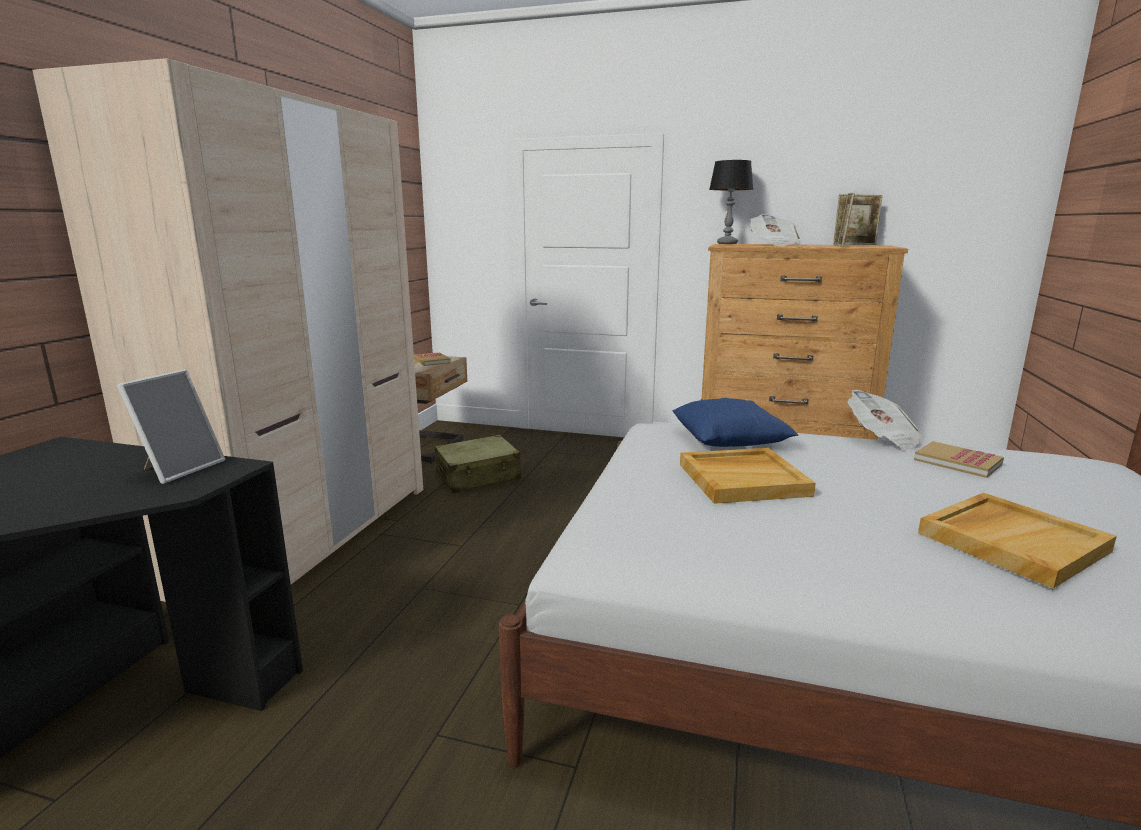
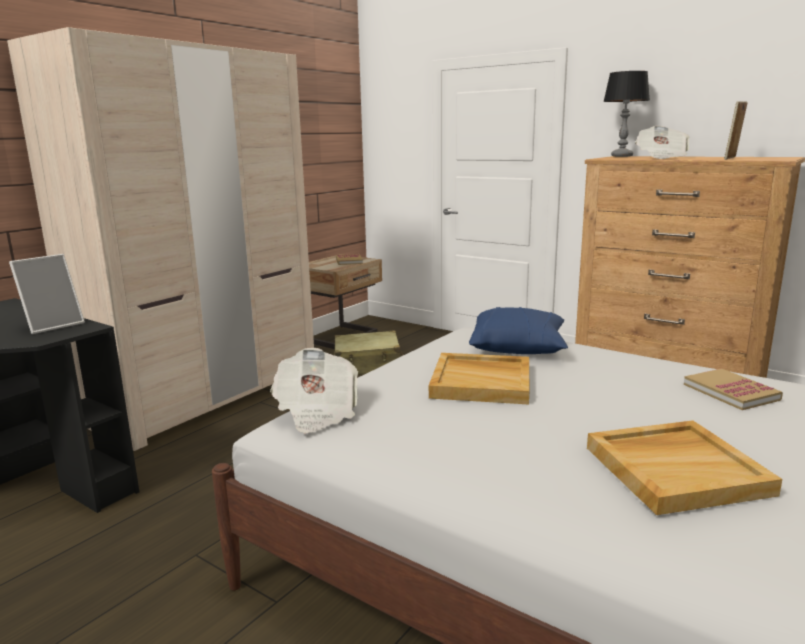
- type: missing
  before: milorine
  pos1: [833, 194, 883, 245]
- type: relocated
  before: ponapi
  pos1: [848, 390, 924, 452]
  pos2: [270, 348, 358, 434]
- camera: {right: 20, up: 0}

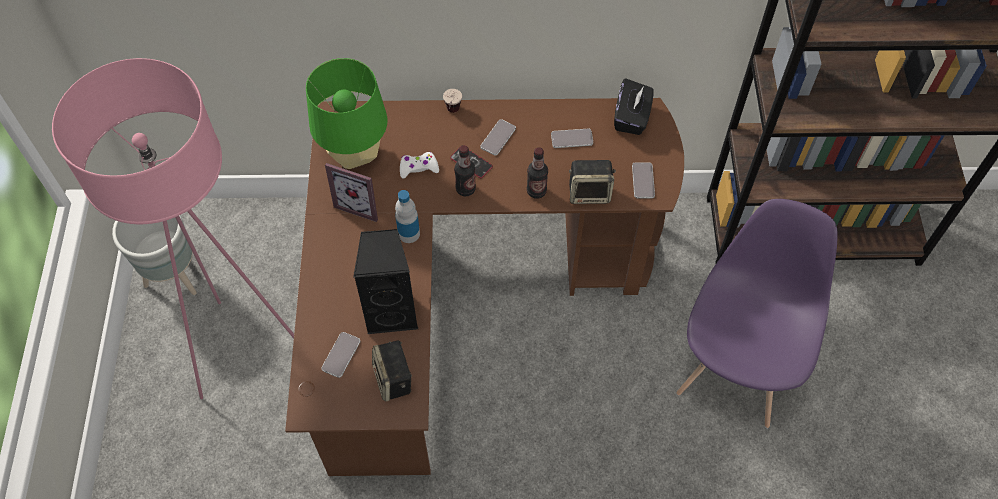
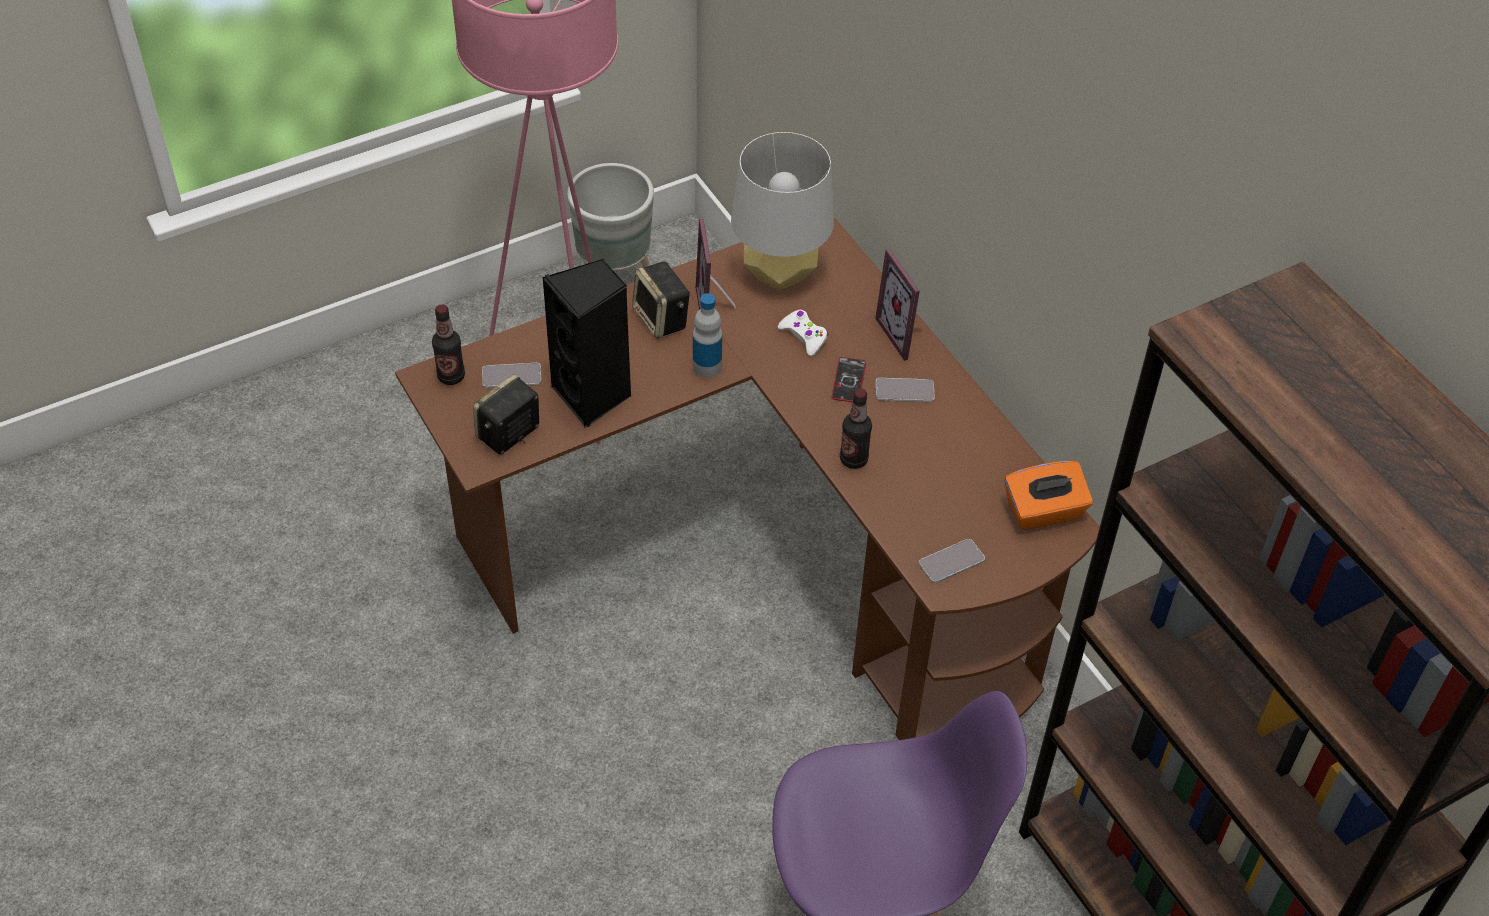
- type: colour
  before: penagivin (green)
  after: penagivin (grey)
  pos1: [306, 58, 388, 169]
  pos2: [731, 132, 834, 291]
- type: colour
  before: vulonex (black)
  after: vulonex (orange)
  pos1: [614, 78, 654, 135]
  pos2: [1004, 461, 1093, 530]
- type: exchanged
  before: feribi
  after: milorine
  pos1: [443, 89, 462, 113]
  pos2: [875, 249, 921, 361]
- type: missing
  before: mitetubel
  pos1: [551, 129, 593, 148]
- type: relocated
  before: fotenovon
  pos1: [454, 145, 476, 196]
  pos2: [432, 305, 465, 385]
- type: relocated
  before: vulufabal
  pos1: [569, 160, 616, 204]
  pos2: [632, 261, 690, 339]
- camera: {right: 60, up: -10}

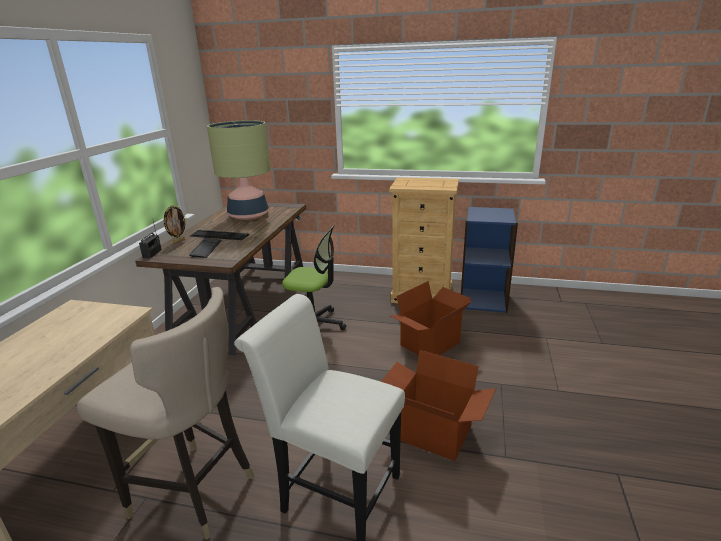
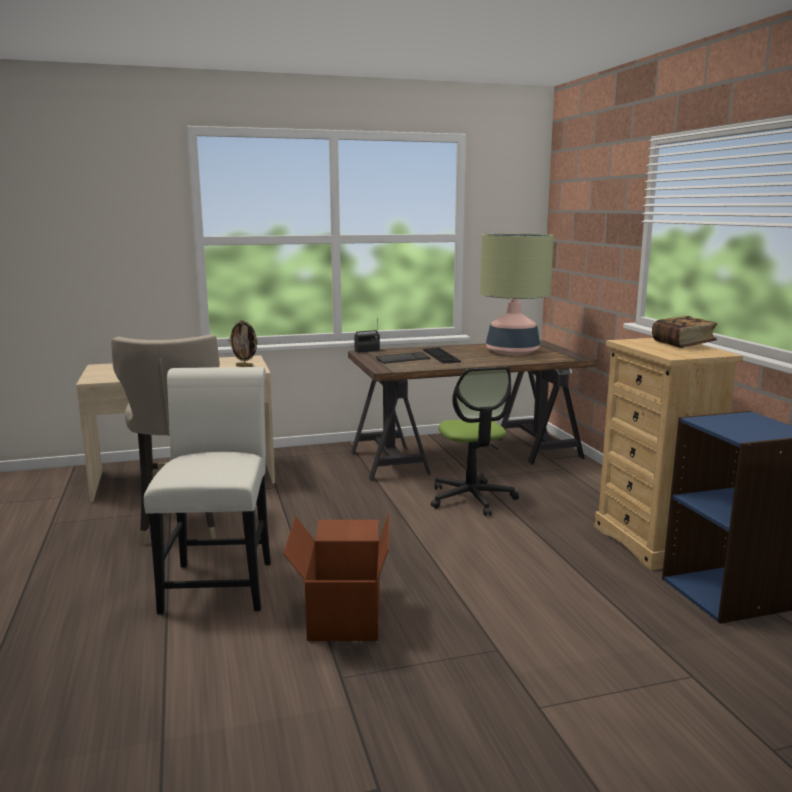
- type: relocated
  before: milorine
  pos1: [163, 205, 187, 244]
  pos2: [228, 320, 258, 367]
- type: missing
  before: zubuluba
  pos1: [390, 281, 472, 355]
- type: appeared
  after: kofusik
  pos2: [652, 316, 717, 348]
- camera: {right: 60, up: -10}

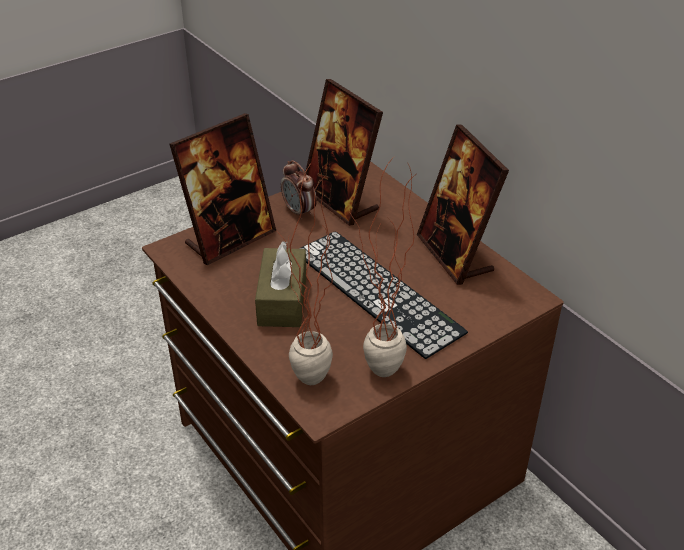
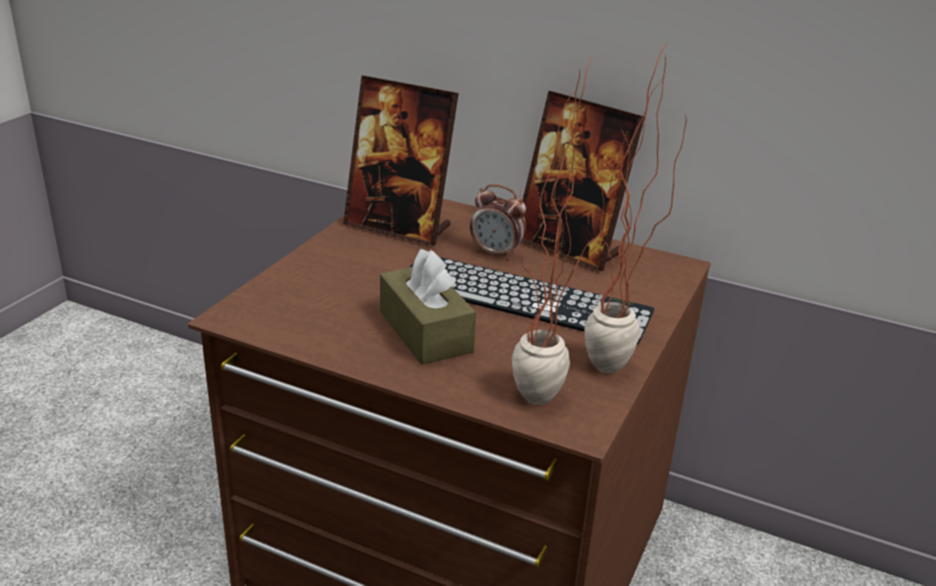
- type: missing
  before: milorine
  pos1: [169, 113, 276, 265]
- type: relocated
  before: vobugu
  pos1: [281, 160, 317, 220]
  pos2: [470, 184, 526, 260]
- camera: {right: -30, up: -10}

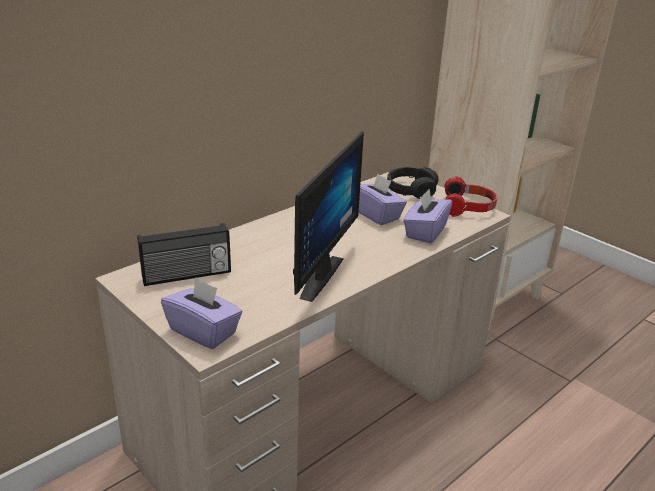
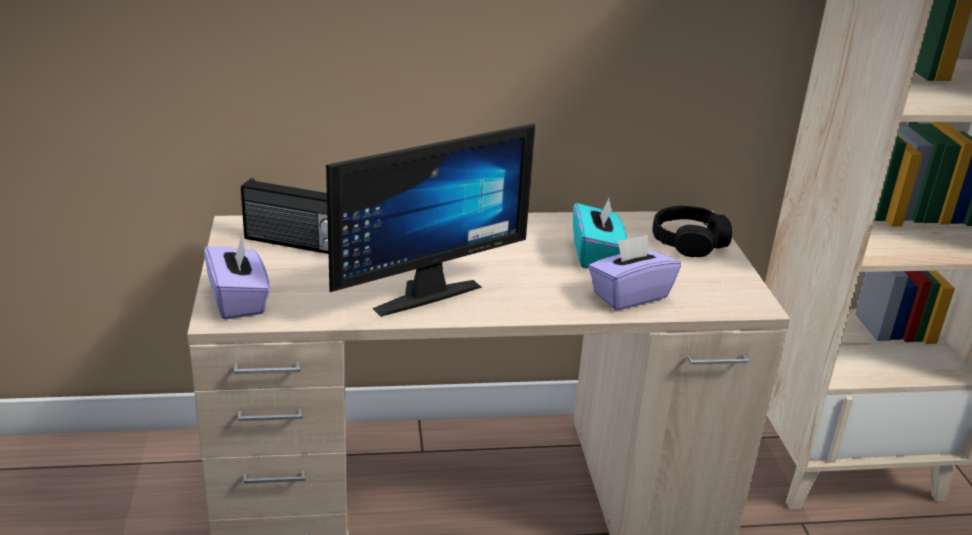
- type: colour
  before: vulonex (purple)
  after: vulonex (turquoise)
  pos1: [359, 173, 407, 225]
  pos2: [573, 197, 627, 268]
- type: missing
  before: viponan
  pos1: [444, 176, 498, 217]
- camera: {right: 35, up: 0}

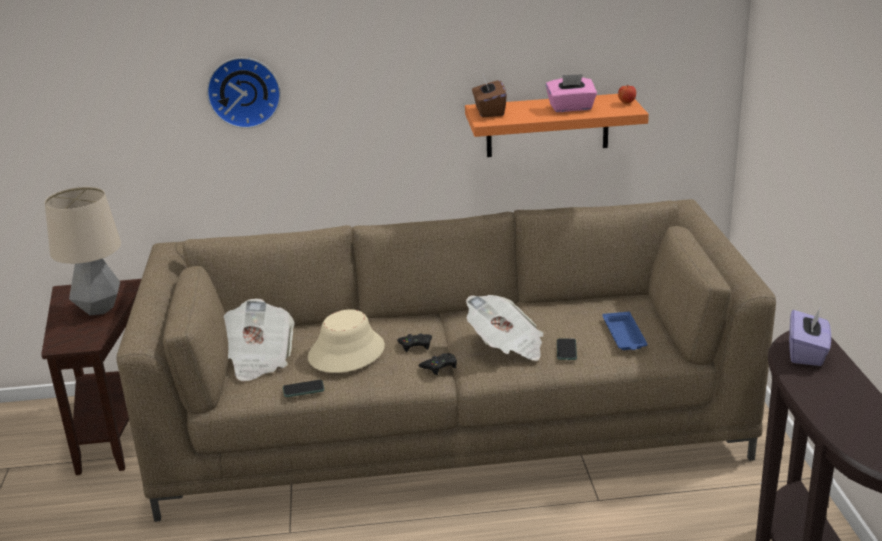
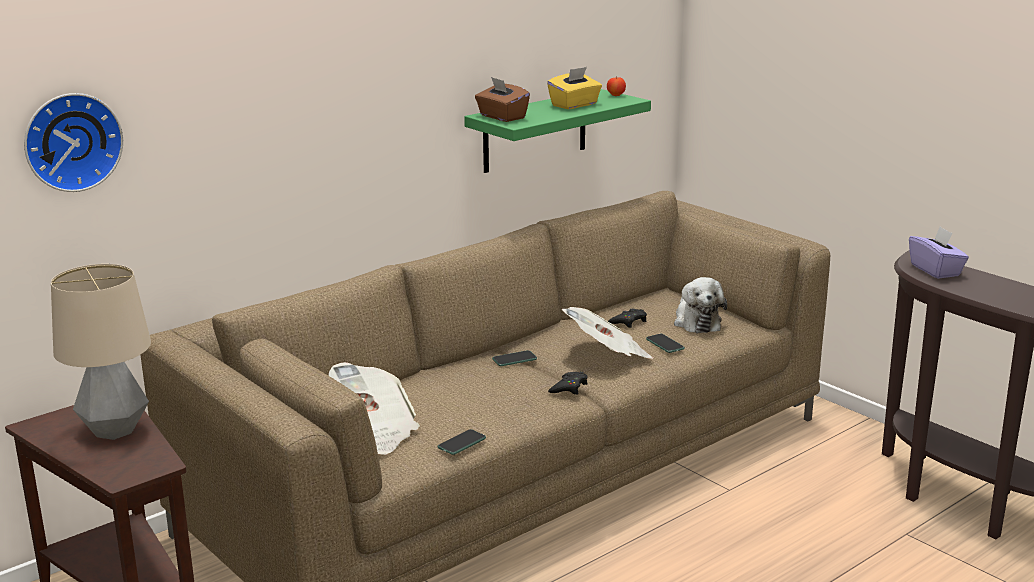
- type: relocated
  before: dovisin
  pos1: [207, 57, 281, 129]
  pos2: [24, 93, 123, 192]
- type: colour
  before: vulonex (pink)
  after: vulonex (yellow)
  pos1: [546, 74, 597, 112]
  pos2: [547, 67, 602, 109]
- type: colour
  before: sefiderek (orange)
  after: sefiderek (green)
  pos1: [465, 94, 649, 157]
  pos2: [464, 89, 651, 173]
- type: missing
  before: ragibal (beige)
  pos1: [308, 309, 385, 373]
- type: exchanged
  before: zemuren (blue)
  after: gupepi
  pos1: [603, 312, 648, 350]
  pos2: [674, 277, 727, 333]
- type: relocated
  before: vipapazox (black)
  pos1: [397, 334, 432, 352]
  pos2: [608, 309, 647, 328]
- type: appeared
  after: mitetubel
  pos2: [492, 350, 537, 366]
- camera: {right: -35, up: -5}

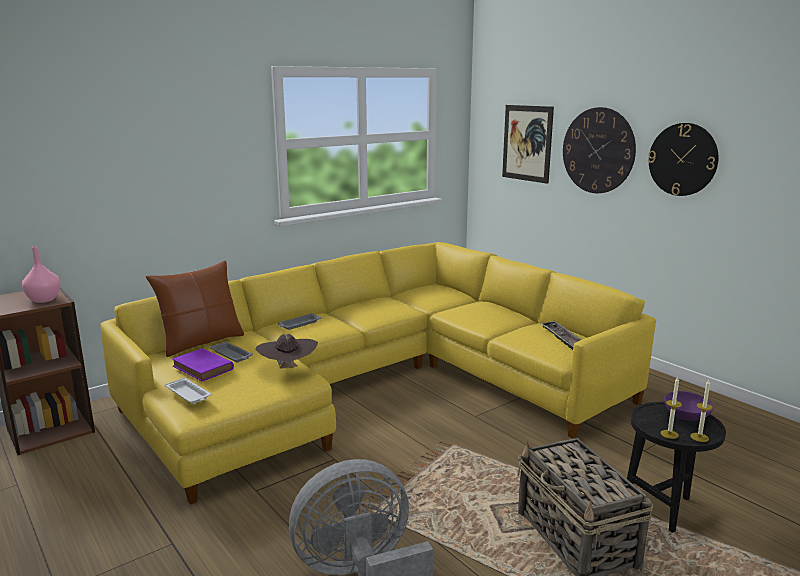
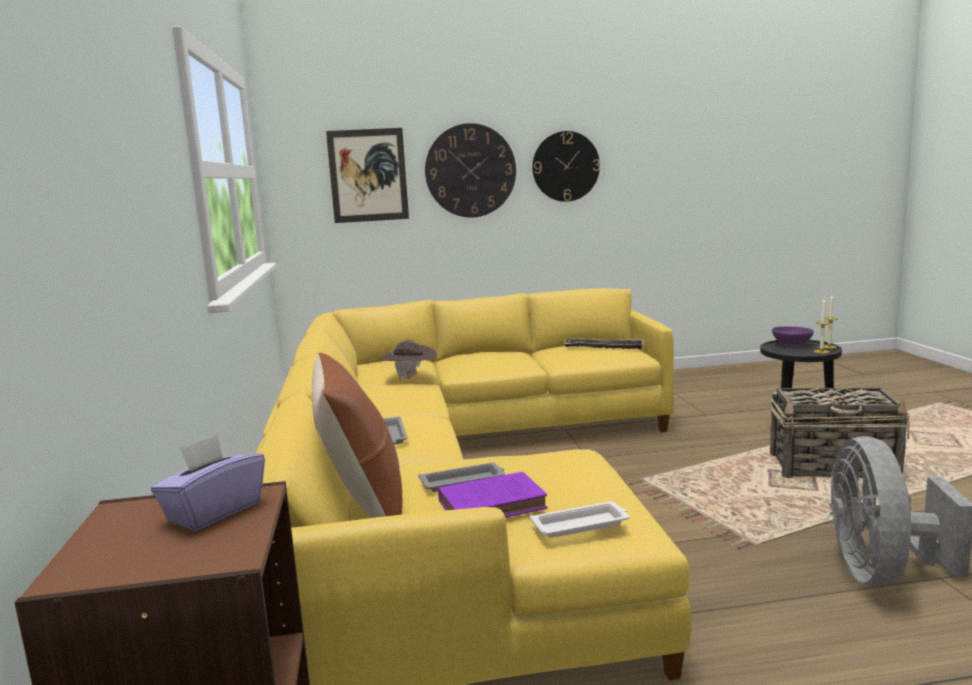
- type: exchanged
  before: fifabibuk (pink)
  after: vulonex (purple)
  pos1: [22, 246, 61, 303]
  pos2: [151, 434, 265, 531]
- type: relocated
  before: ragibal (brown)
  pos1: [255, 334, 318, 369]
  pos2: [379, 340, 437, 380]
- camera: {right: -60, up: -5}

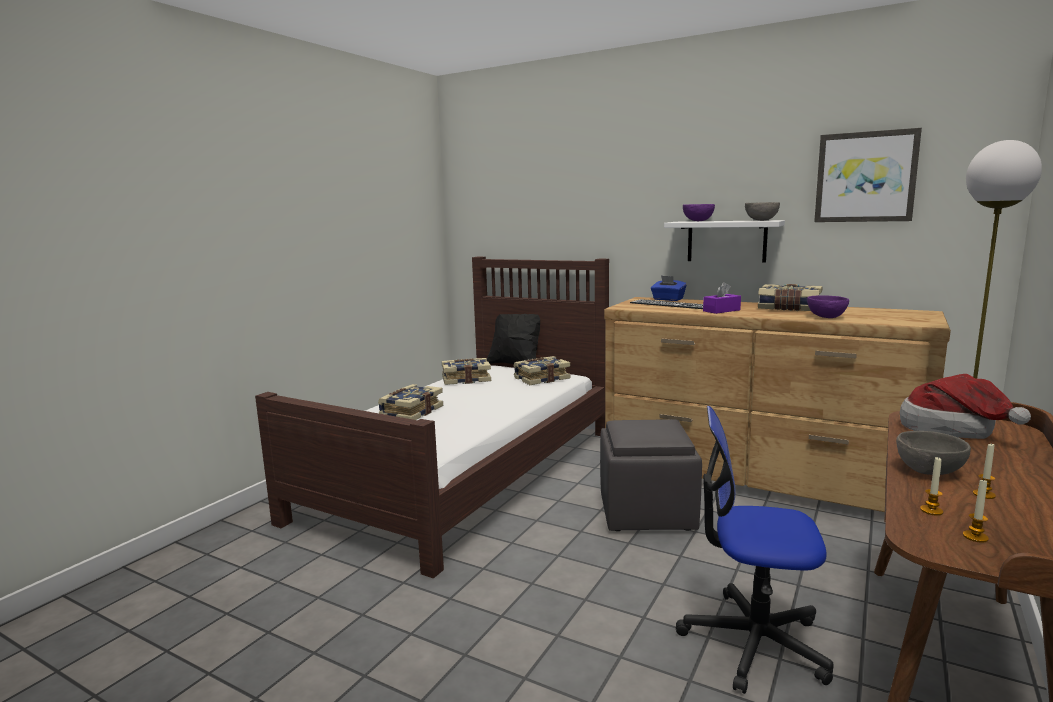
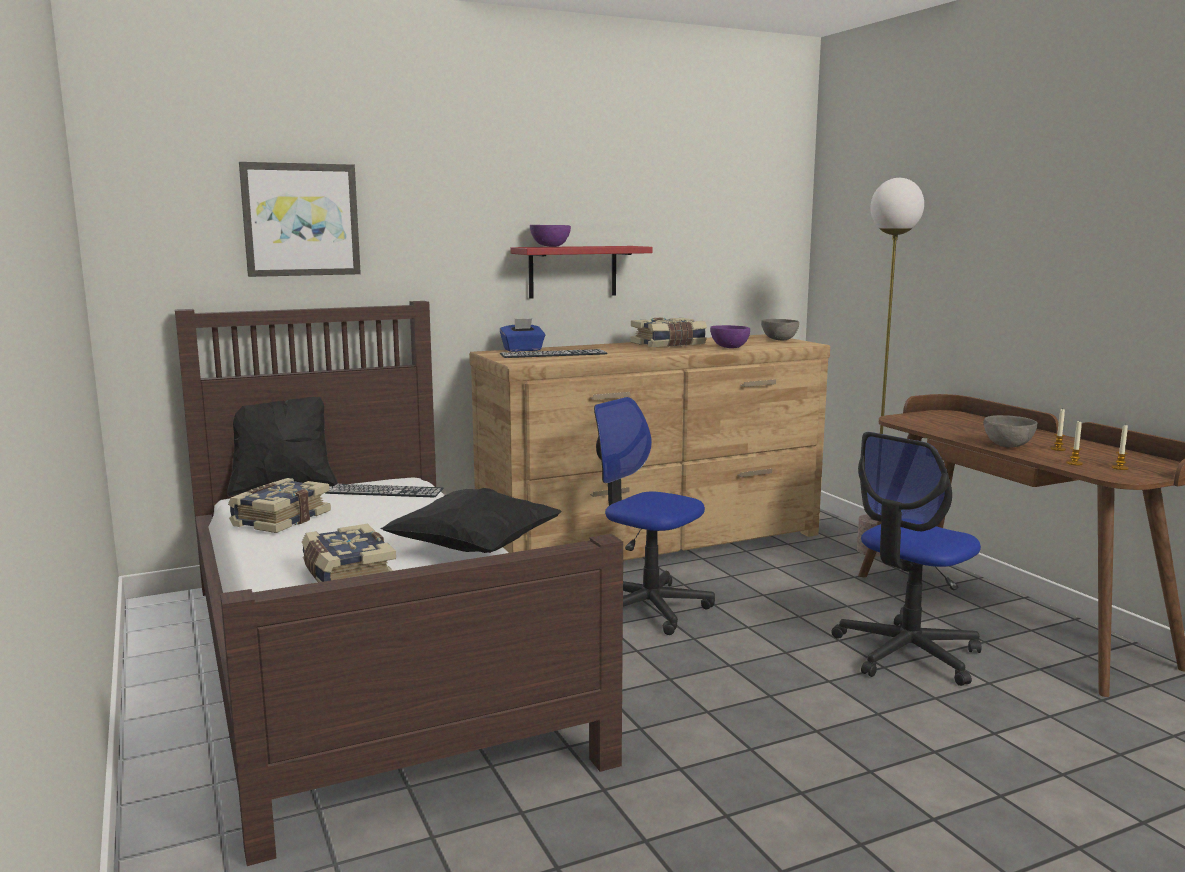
- type: relocated
  before: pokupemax
  pos1: [814, 128, 922, 222]
  pos2: [239, 162, 361, 277]
- type: relocated
  before: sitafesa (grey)
  pos1: [745, 202, 780, 221]
  pos2: [761, 319, 799, 340]
- type: colour
  before: sefiderek (white)
  after: sefiderek (red)
  pos1: [664, 220, 785, 262]
  pos2: [510, 246, 653, 299]
- type: missing
  before: vulonex (purple)
  pos1: [703, 282, 741, 314]
- type: exchanged
  before: kofusik
  after: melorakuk
  pos1: [513, 356, 570, 385]
  pos2: [325, 484, 443, 497]
- type: missing
  before: ragibal
  pos1: [900, 374, 1031, 439]
- type: exchanged
  before: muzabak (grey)
  after: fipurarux
  pos1: [600, 419, 702, 531]
  pos2: [594, 397, 715, 635]
- type: appeared
  after: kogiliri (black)
  pos2: [380, 488, 562, 553]
- camera: {right: -55, up: 0}

